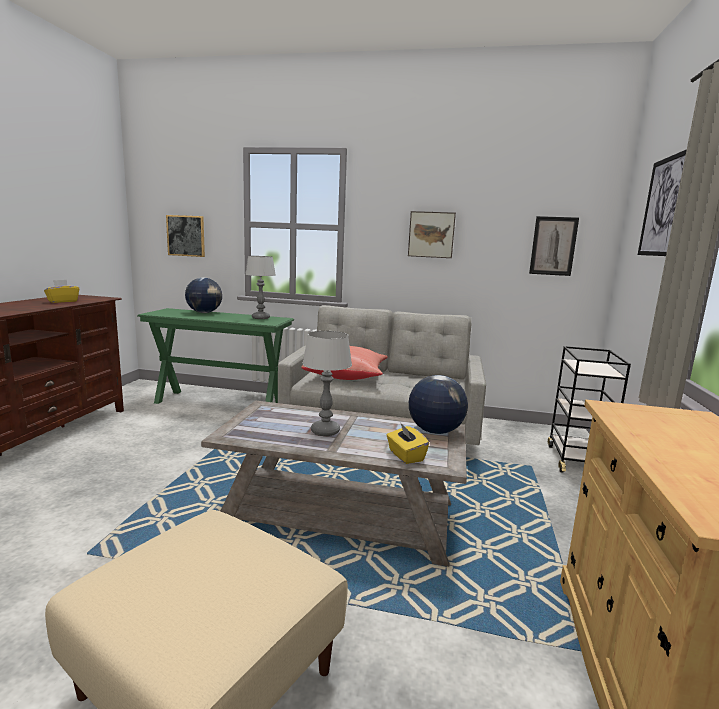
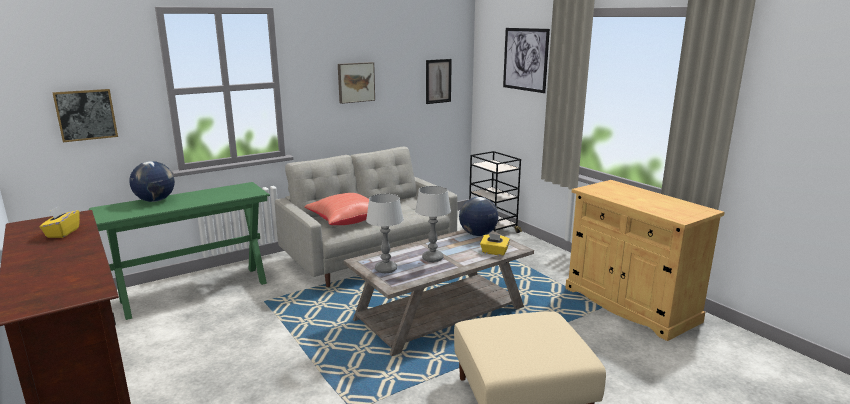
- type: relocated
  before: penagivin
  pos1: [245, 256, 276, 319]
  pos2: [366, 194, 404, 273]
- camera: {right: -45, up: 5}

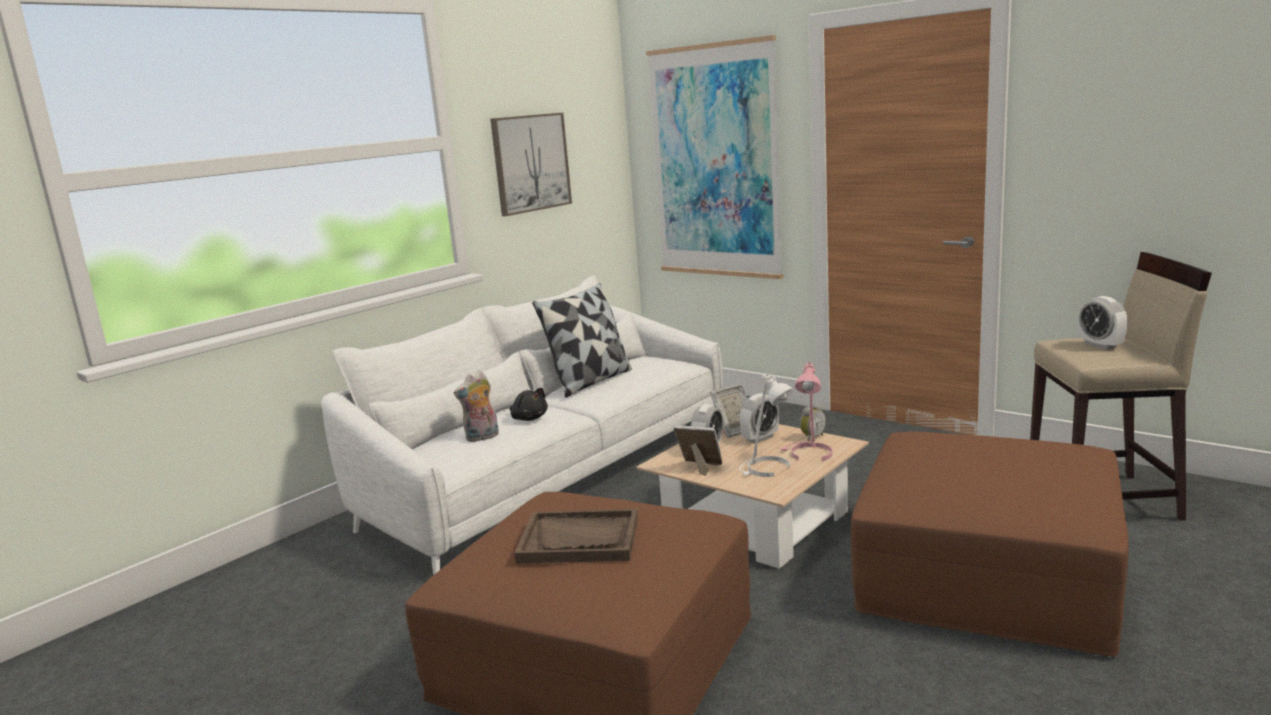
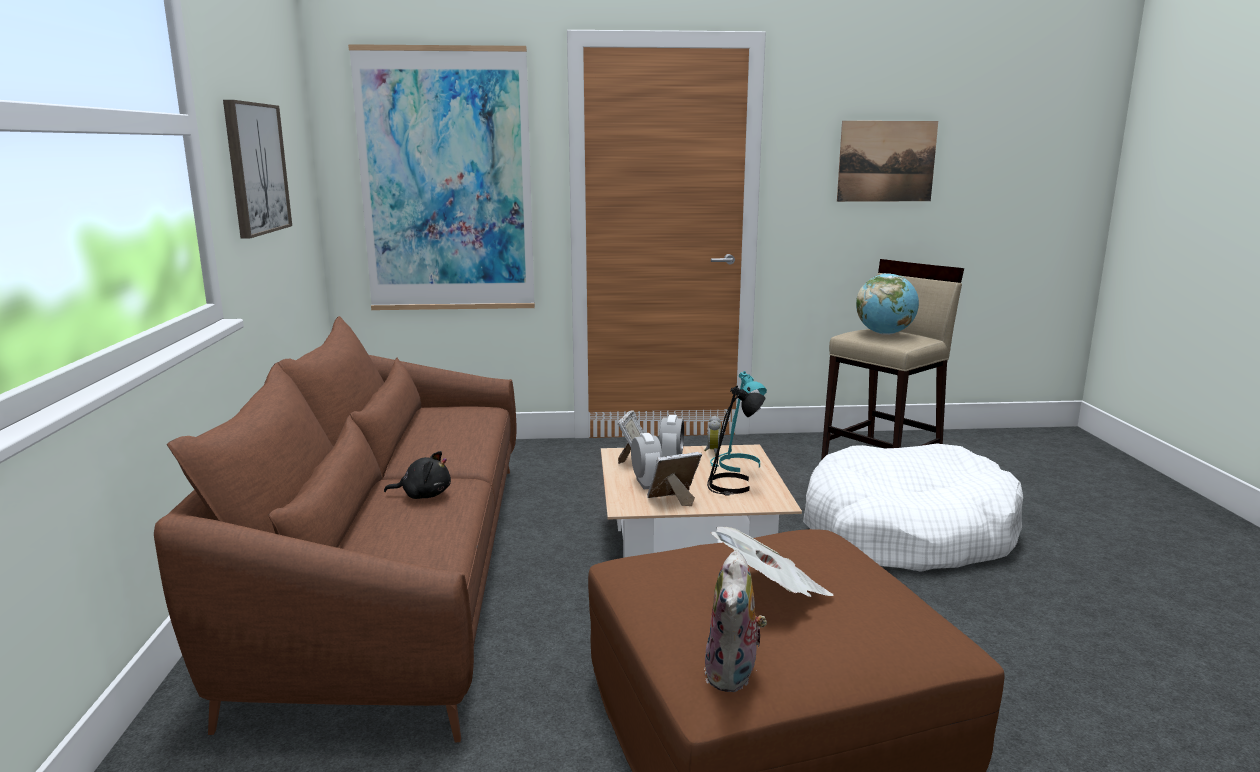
- type: colour
  before: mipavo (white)
  after: mipavo (brown)
  pos1: [321, 275, 723, 575]
  pos2: [154, 316, 516, 742]
- type: missing
  before: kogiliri
  pos1: [532, 283, 632, 398]
- type: exchanged
  before: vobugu
  after: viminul
  pos1: [1078, 296, 1128, 350]
  pos2: [856, 273, 919, 335]
- type: colour
  before: penagivin (pink)
  after: penagivin (turquoise)
  pos1: [781, 362, 832, 461]
  pos2: [710, 371, 767, 472]
- type: relocated
  before: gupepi
  pos1: [454, 370, 499, 442]
  pos2: [704, 550, 767, 692]
- type: colour
  before: penagivin (white)
  after: penagivin (black)
  pos1: [739, 374, 793, 477]
  pos2: [707, 386, 766, 496]
- type: exchanged
  before: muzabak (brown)
  after: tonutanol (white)
  pos1: [851, 431, 1129, 656]
  pos2: [803, 444, 1023, 572]
- type: exchanged
  before: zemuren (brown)
  after: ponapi
  pos1: [514, 509, 638, 564]
  pos2: [710, 527, 834, 597]
- type: appeared
  after: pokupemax
  pos2: [837, 121, 938, 202]
- camera: {right: -45, up: 0}

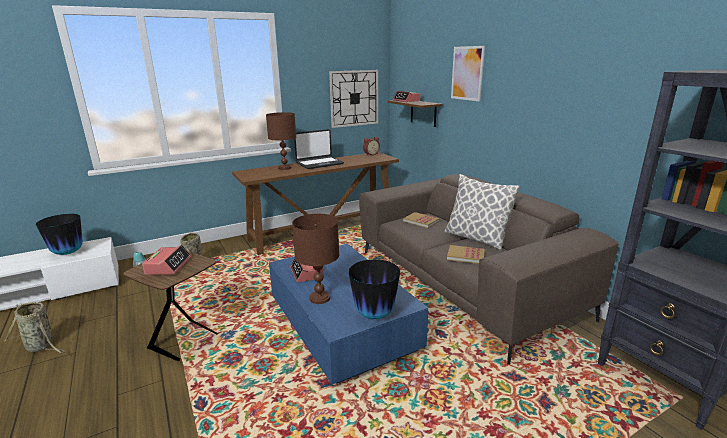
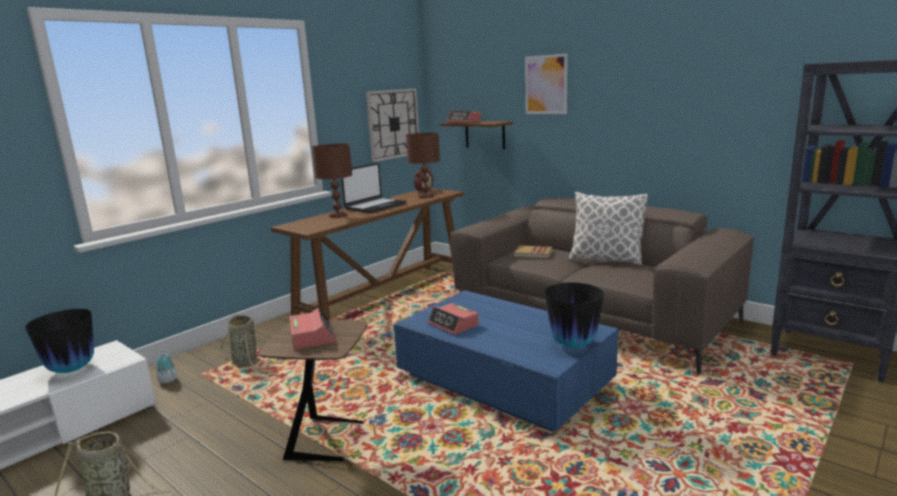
- type: relocated
  before: penagivin (brown)
  pos1: [292, 214, 339, 304]
  pos2: [406, 133, 440, 198]
- type: missing
  before: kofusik
  pos1: [447, 245, 485, 264]
- camera: {right: -20, up: -5}

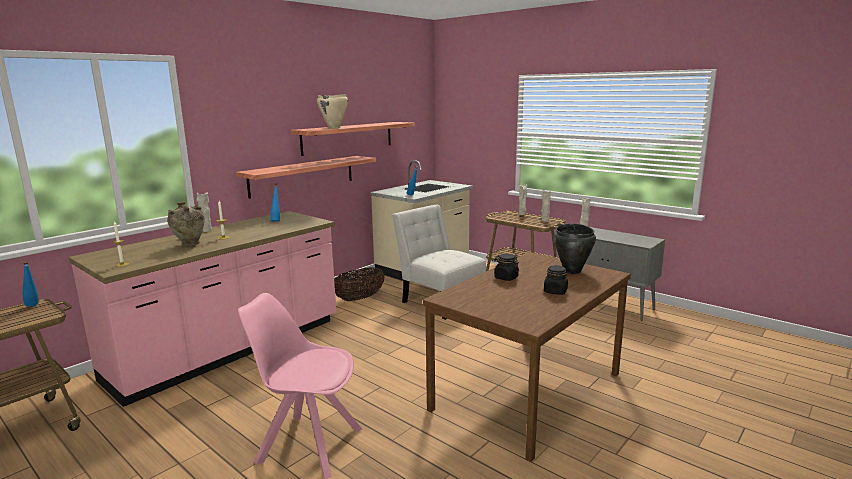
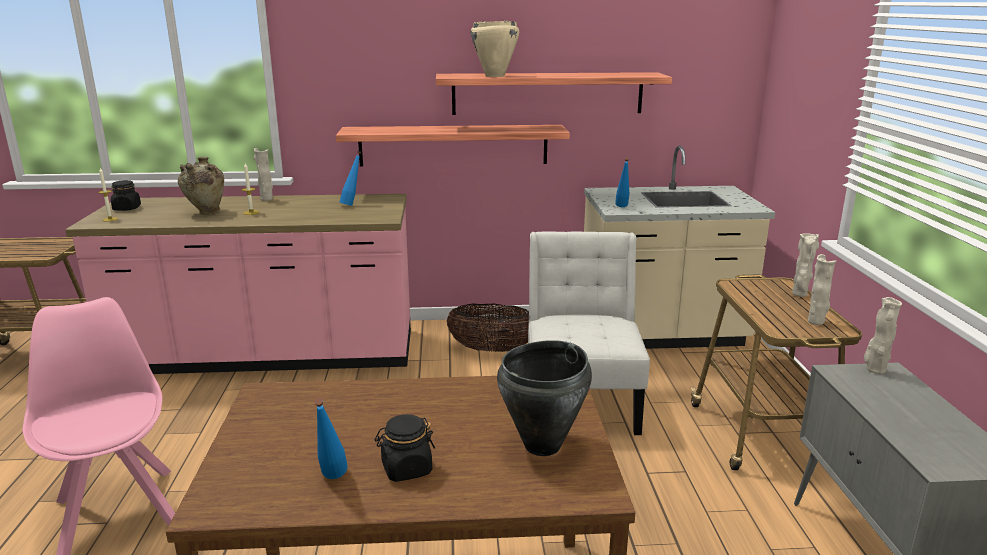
- type: relocated
  before: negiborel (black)
  pos1: [494, 254, 519, 281]
  pos2: [111, 180, 141, 211]
- type: relocated
  before: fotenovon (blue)
  pos1: [22, 261, 39, 307]
  pos2: [314, 398, 348, 479]
- camera: {right: 45, up: 5}

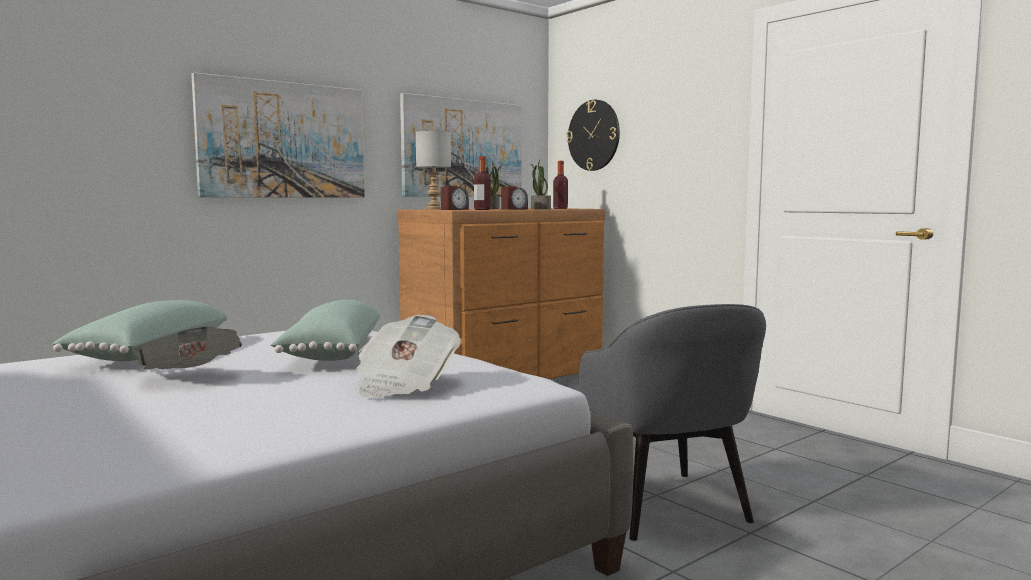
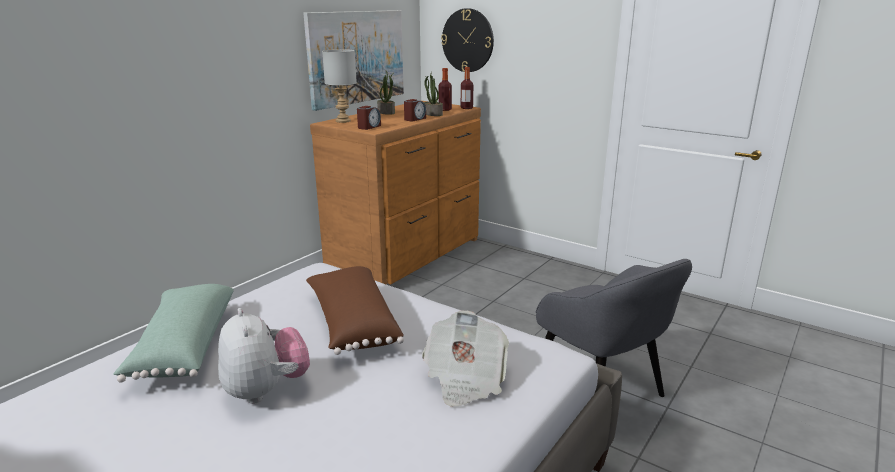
- type: missing
  before: pokupemax
  pos1: [191, 72, 365, 198]
- type: relocated
  before: fotenovon
  pos1: [474, 156, 491, 210]
  pos2: [461, 67, 473, 109]
- type: colour
  before: kogiliri (green)
  after: kogiliri (brown)
  pos1: [271, 300, 380, 361]
  pos2: [306, 266, 404, 355]
- type: exchanged
  before: ponapi
  after: gupepi
  pos1: [134, 326, 242, 369]
  pos2: [218, 308, 310, 404]
- camera: {right: -15, up: 15}

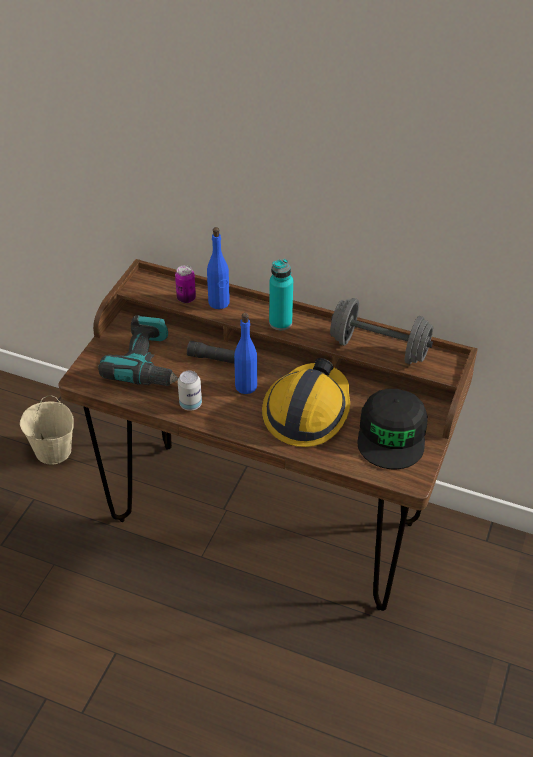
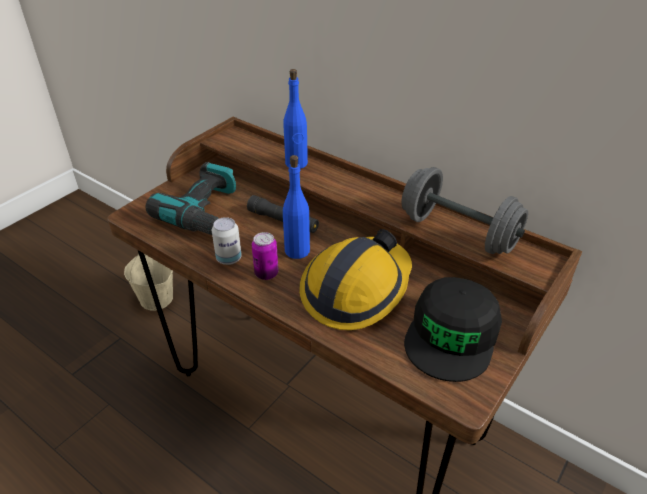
- type: missing
  before: fotenovon (turquoise)
  pos1: [269, 259, 293, 330]
- type: relocated
  before: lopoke
  pos1: [175, 265, 196, 303]
  pos2: [252, 232, 278, 280]
- camera: {right: 15, up: -5}

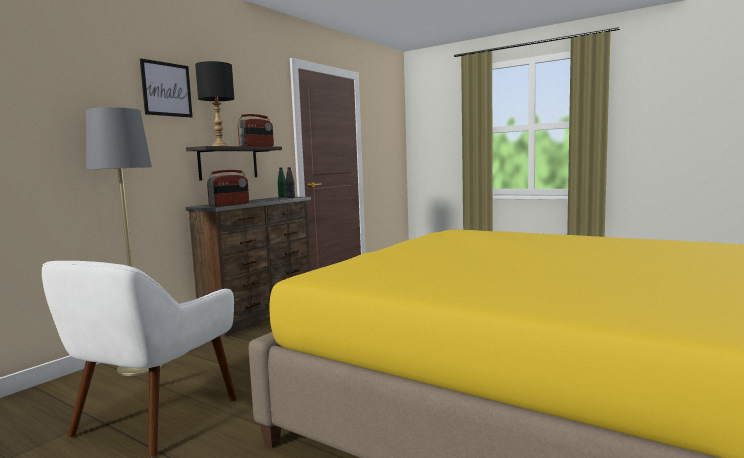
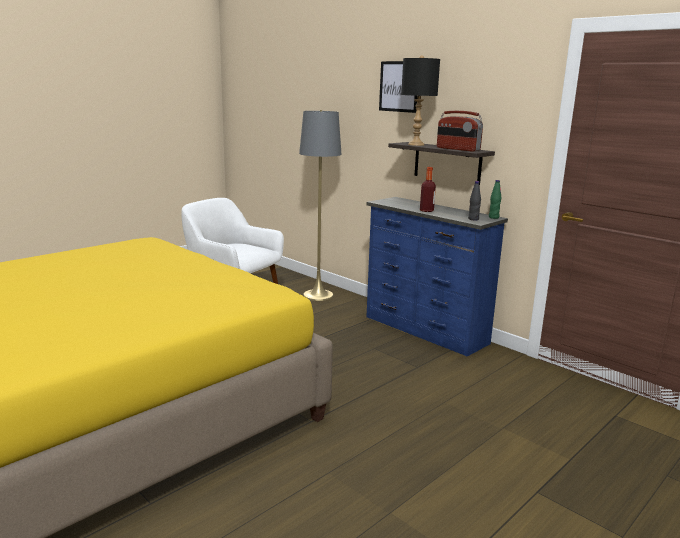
- type: missing
  before: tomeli
  pos1: [207, 170, 249, 207]
- type: colour
  before: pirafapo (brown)
  after: pirafapo (blue)
  pos1: [186, 197, 311, 337]
  pos2: [366, 197, 508, 357]
- type: appeared
  after: fotenovon
  pos2: [420, 167, 436, 212]
- camera: {right: 100, up: 10}

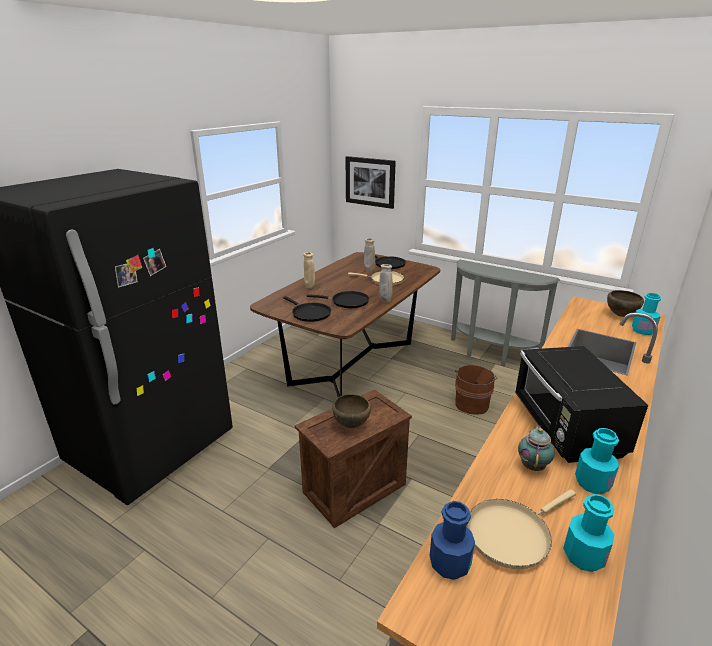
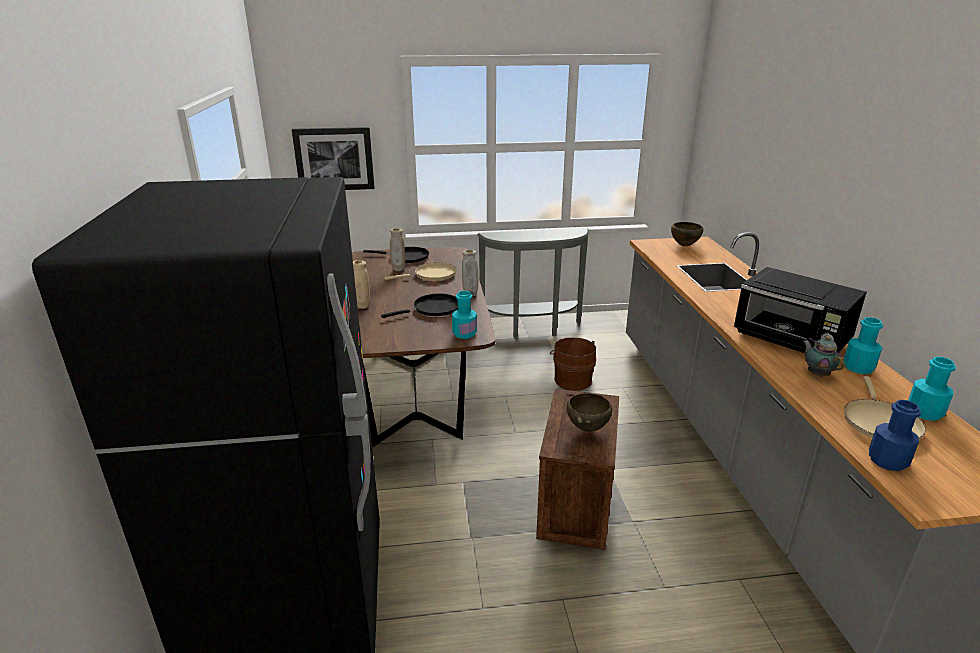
- type: relocated
  before: fotenovon (turquoise)
  pos1: [632, 293, 661, 335]
  pos2: [452, 291, 477, 339]
- type: missing
  before: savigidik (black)
  pos1: [283, 296, 331, 322]
- camera: {right: -40, up: 0}

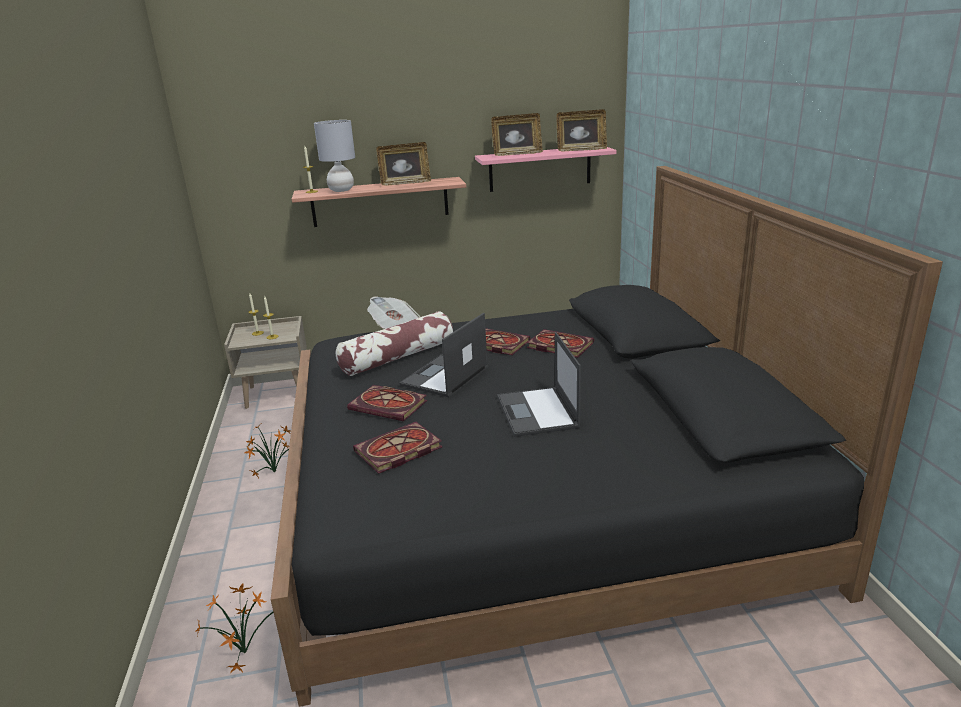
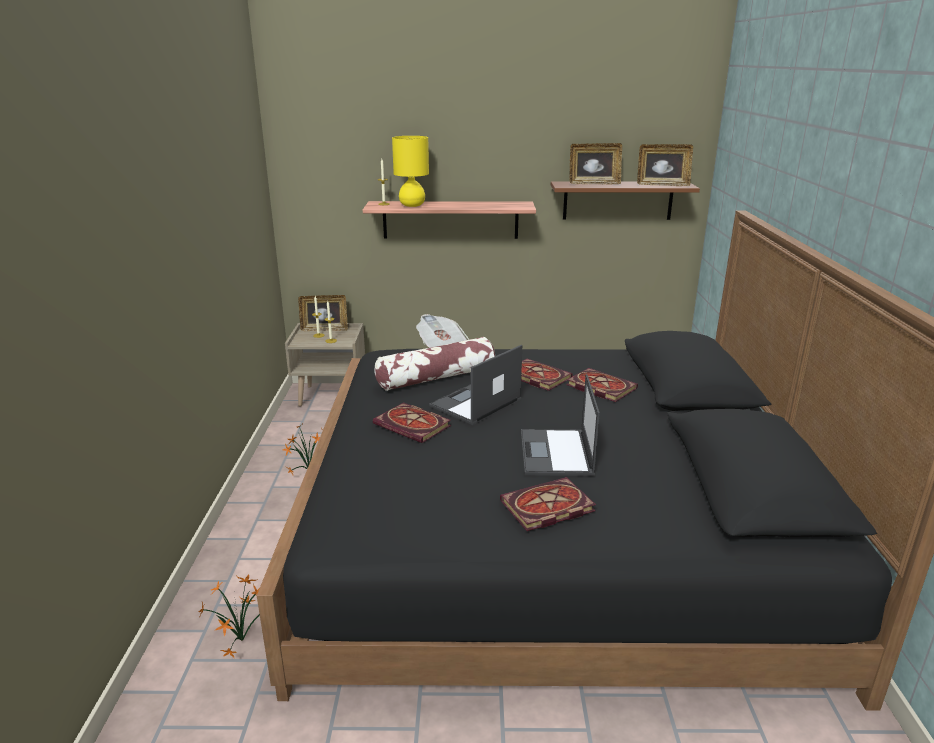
- type: colour
  before: penagivin (grey)
  after: penagivin (yellow)
  pos1: [314, 120, 355, 192]
  pos2: [392, 136, 429, 207]
- type: relocated
  before: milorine
  pos1: [376, 142, 431, 186]
  pos2: [298, 295, 348, 331]
- type: colour
  before: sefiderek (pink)
  after: sefiderek (brown)
  pos1: [475, 147, 617, 192]
  pos2: [551, 181, 700, 220]
- type: relocated
  before: kofusik
  pos1: [353, 422, 442, 474]
  pos2: [500, 477, 596, 531]
- camera: {right: 10, up: 0}

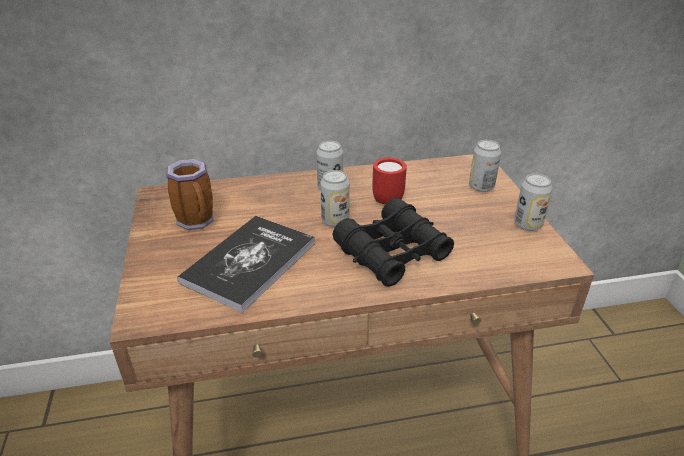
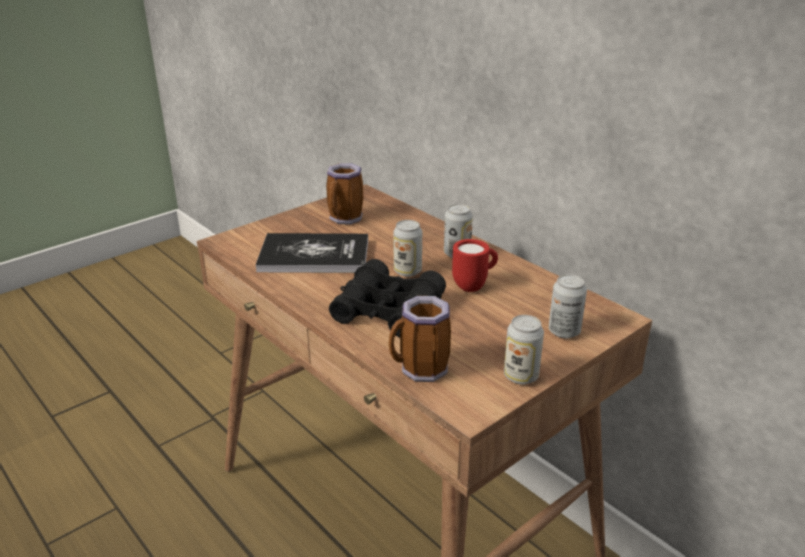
- type: appeared
  after: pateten
  pos2: [389, 296, 451, 382]
- camera: {right: 60, up: -5}

